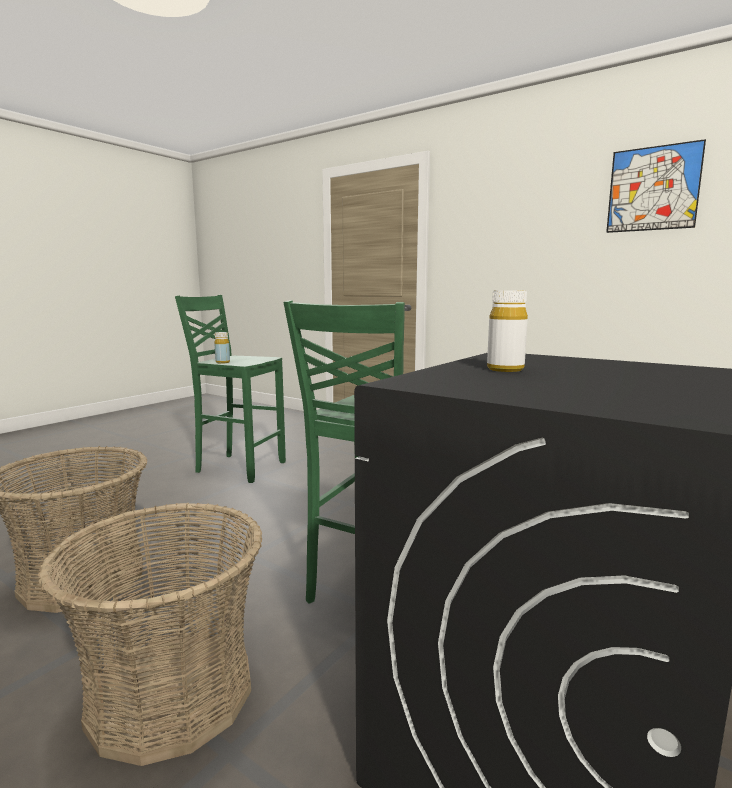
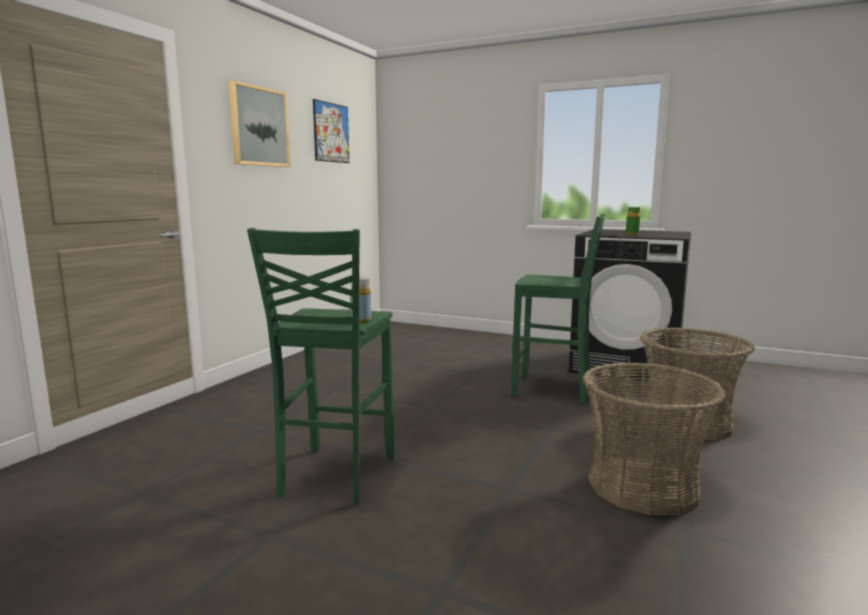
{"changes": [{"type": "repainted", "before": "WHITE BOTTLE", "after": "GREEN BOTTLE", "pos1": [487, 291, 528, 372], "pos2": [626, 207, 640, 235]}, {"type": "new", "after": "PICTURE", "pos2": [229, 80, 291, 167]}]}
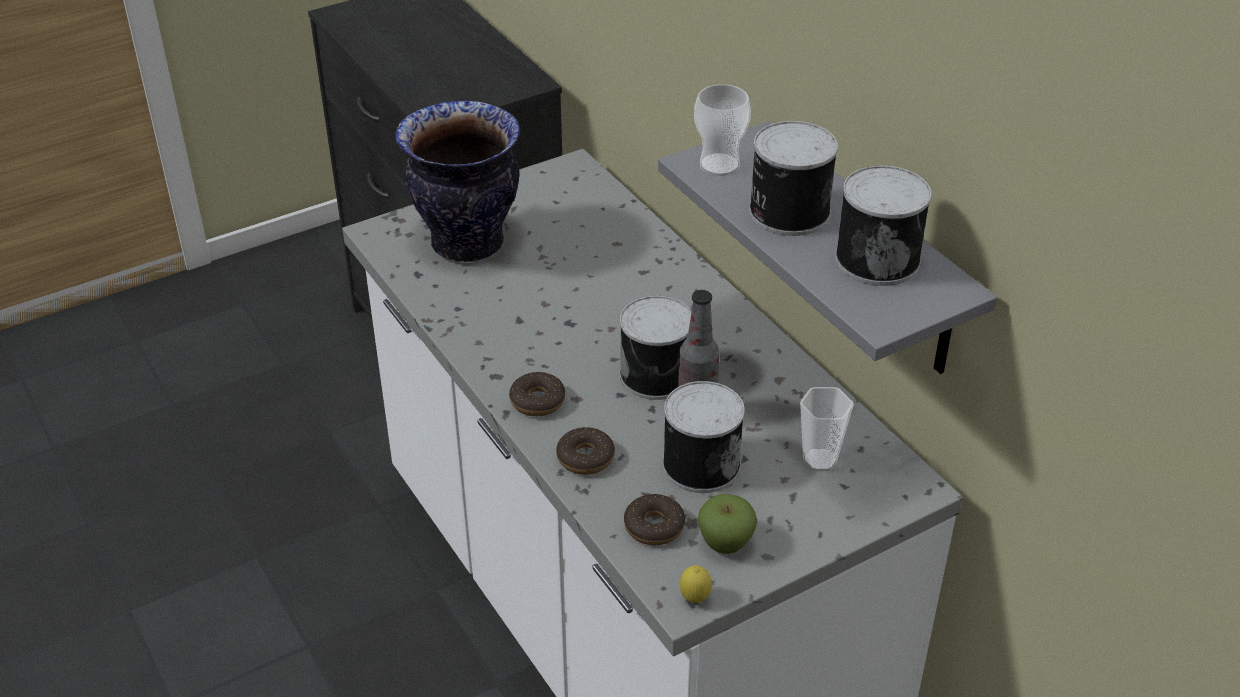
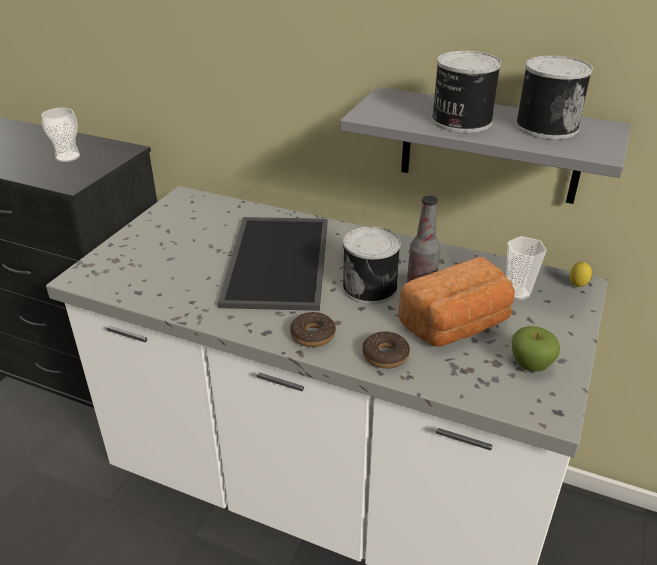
{"changes": [{"type": "gone", "before": "VASE", "pos1": [395, 100, 521, 262]}, {"type": "gone", "before": "DONUT", "pos1": [624, 493, 685, 545]}, {"type": "swapped", "before": "CAN", "after": "BREAD", "pos1": [663, 381, 745, 493], "pos2": [398, 257, 515, 347]}, {"type": "shifted", "before": "LEMON", "pos1": [680, 565, 712, 603], "pos2": [570, 262, 592, 287]}, {"type": "shifted", "before": "CUP", "pos1": [694, 84, 751, 176], "pos2": [42, 108, 80, 162]}, {"type": "new", "after": "TRAY", "pos2": [218, 217, 328, 311]}]}
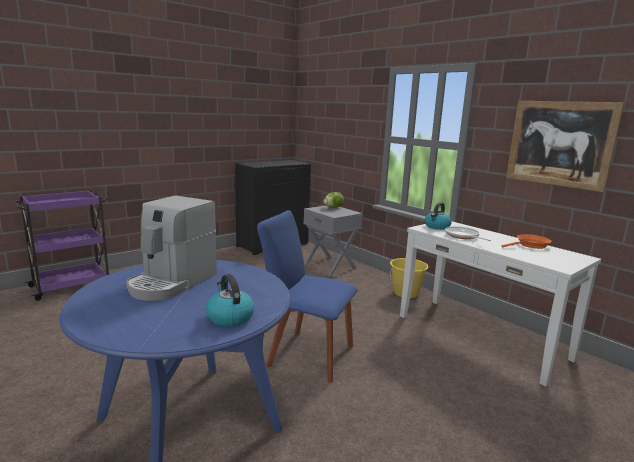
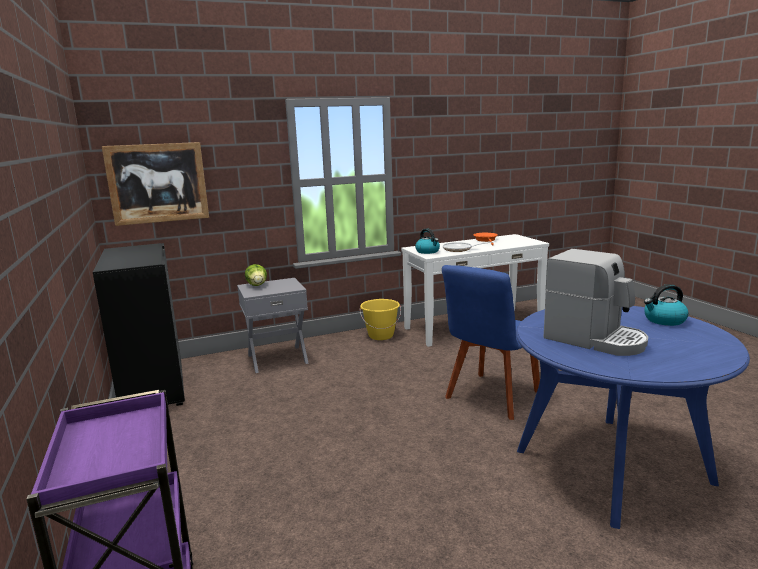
{"changes": [{"type": "shifted", "before": "PICTURE", "pos1": [506, 101, 625, 192], "pos2": [102, 142, 209, 226]}]}
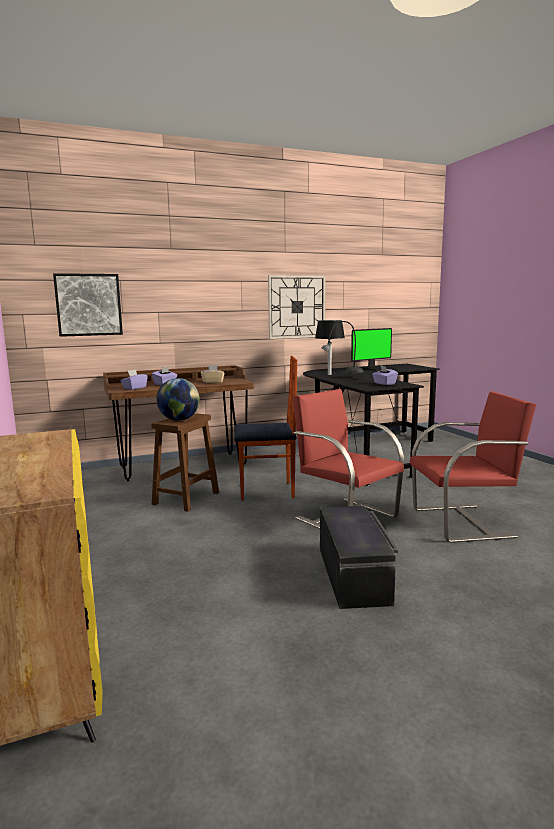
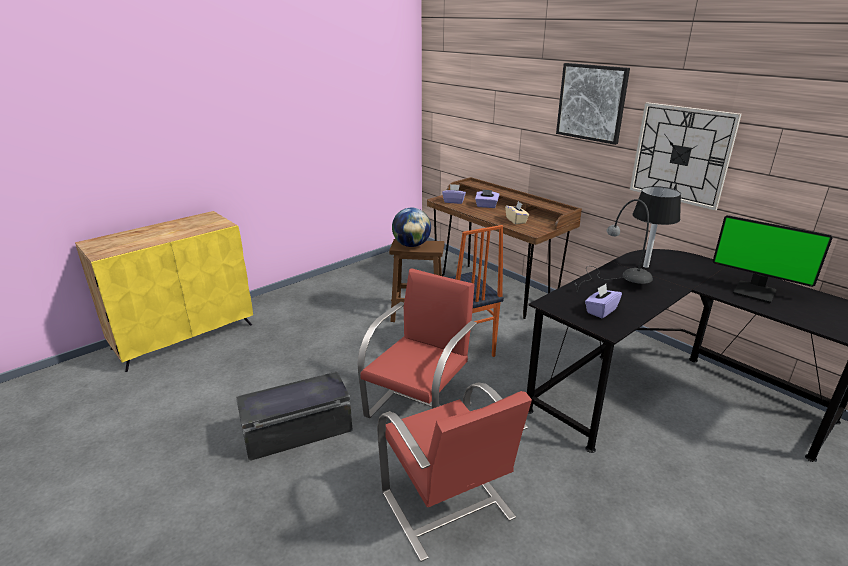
{"changes": [{"type": "shifted", "before": "PICTURE", "pos1": [53, 273, 123, 337], "pos2": [556, 63, 630, 145]}]}
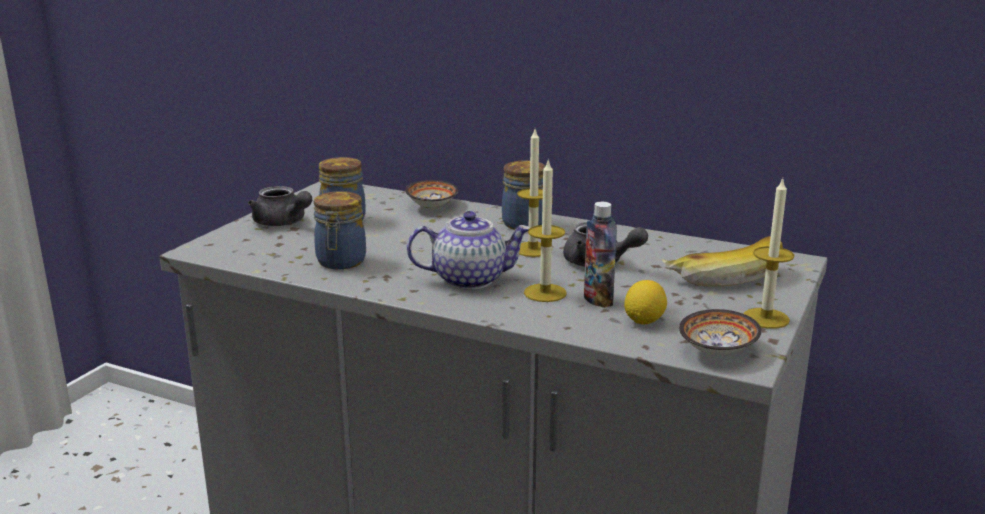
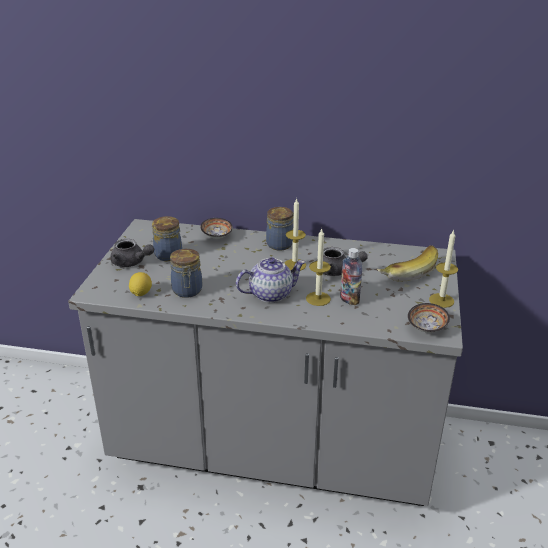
{"changes": [{"type": "shifted", "before": "LEMON", "pos1": [624, 280, 667, 324], "pos2": [129, 272, 152, 296]}]}
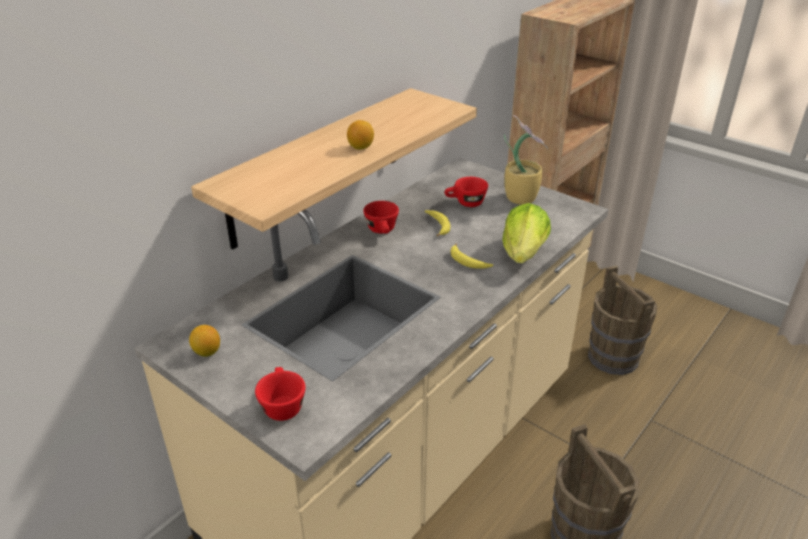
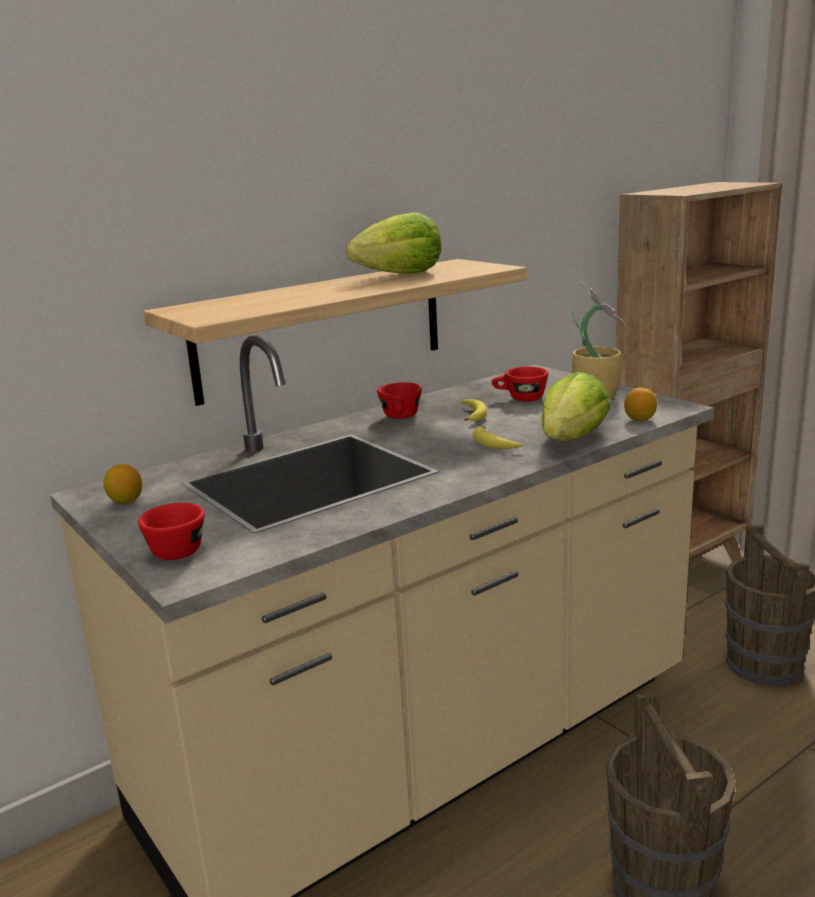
{"changes": [{"type": "shifted", "before": "LEMON", "pos1": [347, 120, 374, 150], "pos2": [624, 388, 657, 421]}, {"type": "new", "after": "LETTUCE", "pos2": [346, 212, 441, 274]}]}
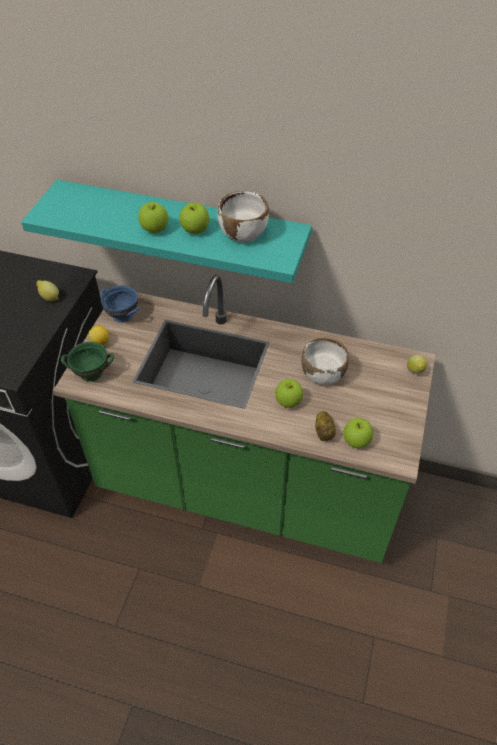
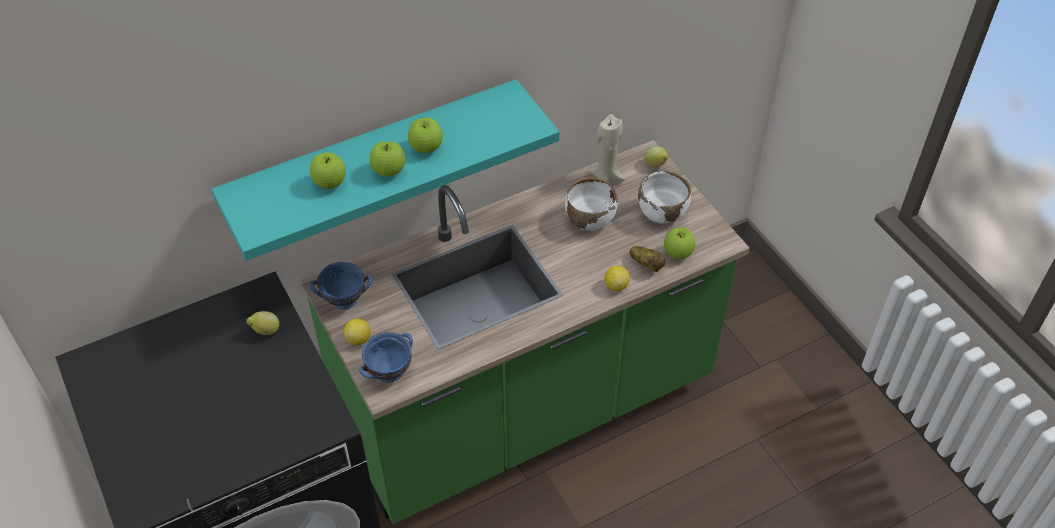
{"changes": [{"type": "repainted", "before": "GREEN BOWL", "after": "BLUE BOWL", "pos1": [61, 342, 114, 382], "pos2": [359, 332, 413, 383]}, {"type": "shifted", "before": "WHITE BOWL", "pos1": [218, 191, 269, 243], "pos2": [638, 171, 691, 224]}, {"type": "shifted", "before": "APPLE", "pos1": [275, 379, 303, 408], "pos2": [310, 152, 346, 189]}, {"type": "new", "after": "BEIGE CANDLE", "pos2": [588, 114, 625, 183]}, {"type": "new", "after": "LEMON", "pos2": [604, 265, 630, 291]}]}
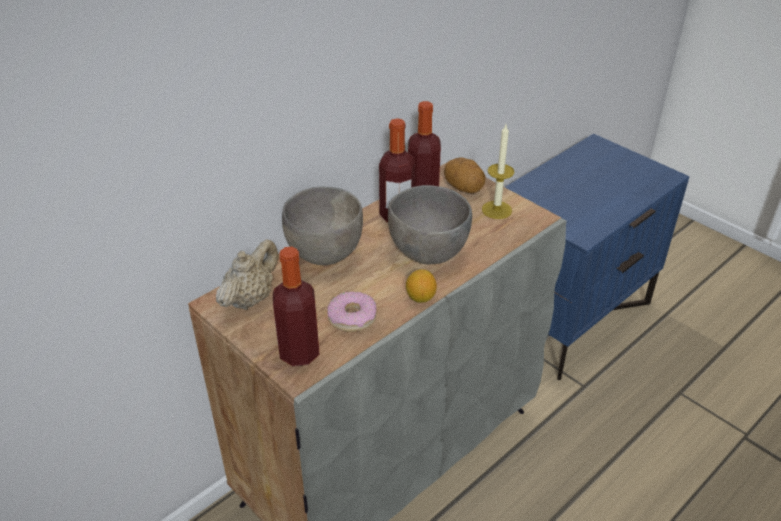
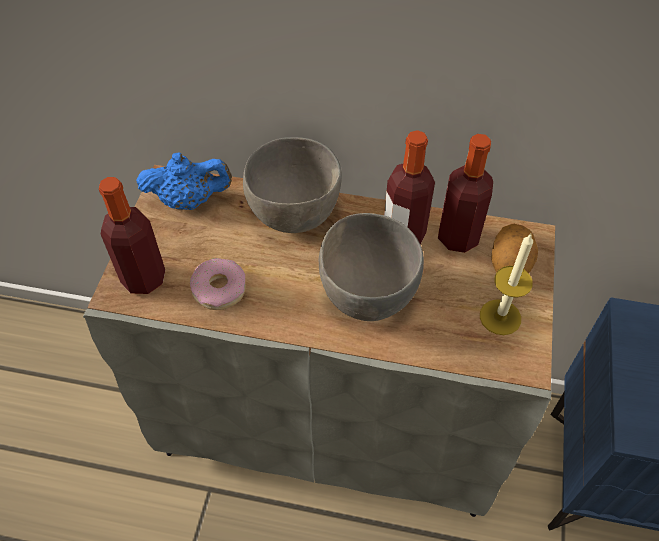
{"changes": [{"type": "repainted", "before": "BEIGE TEAPOT", "after": "BLUE TEAPOT", "pos1": [216, 239, 278, 310], "pos2": [136, 152, 232, 210]}, {"type": "gone", "before": "LEMON", "pos1": [406, 269, 437, 303]}]}
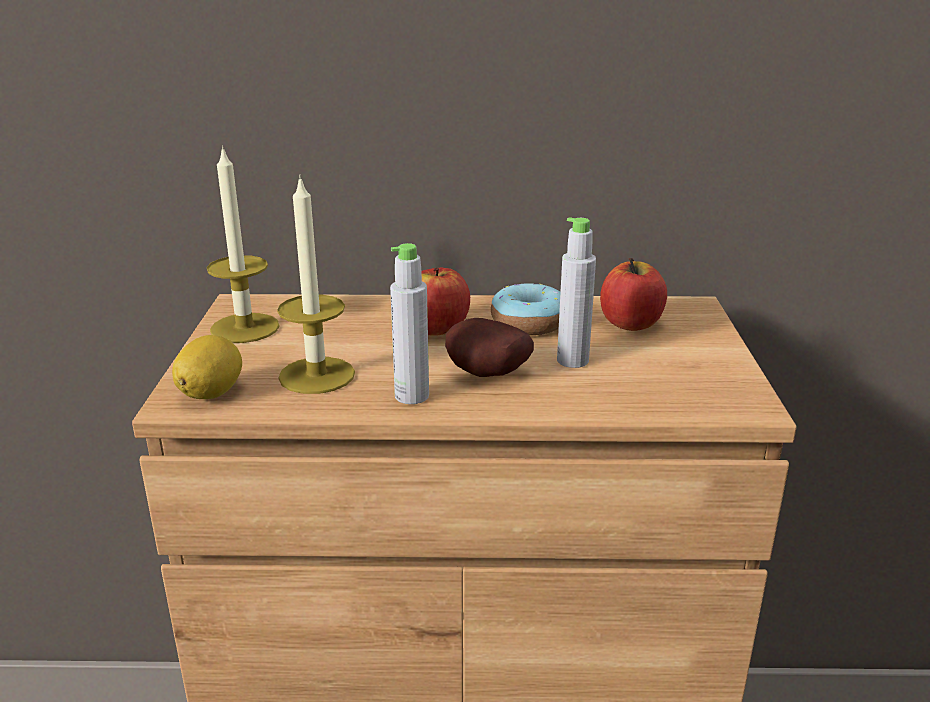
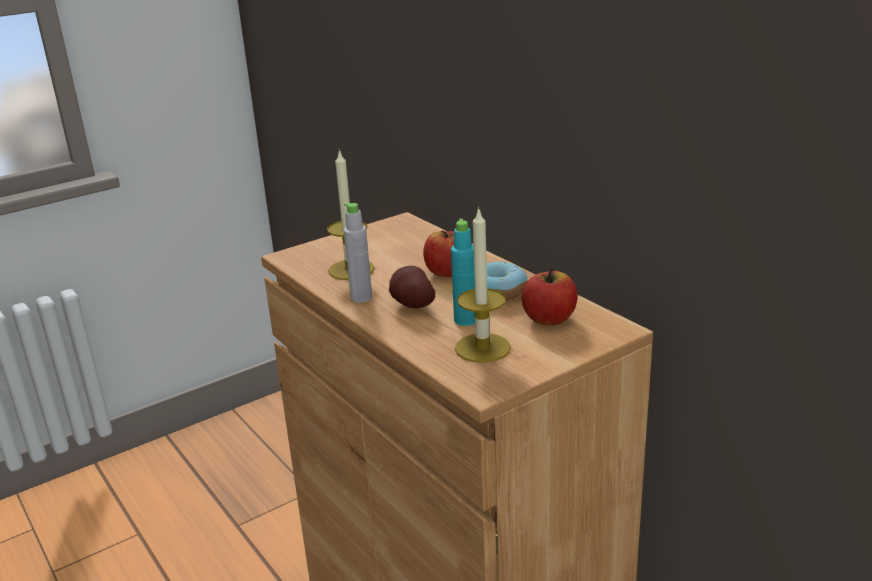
{"changes": [{"type": "gone", "before": "LEMON", "pos1": [172, 335, 242, 399]}, {"type": "shifted", "before": "CANDLE", "pos1": [207, 145, 280, 343], "pos2": [455, 207, 511, 363]}, {"type": "repainted", "before": "GREY BOTTLE", "after": "TURQUOISE BOTTLE", "pos1": [557, 217, 596, 368], "pos2": [451, 219, 475, 326]}]}
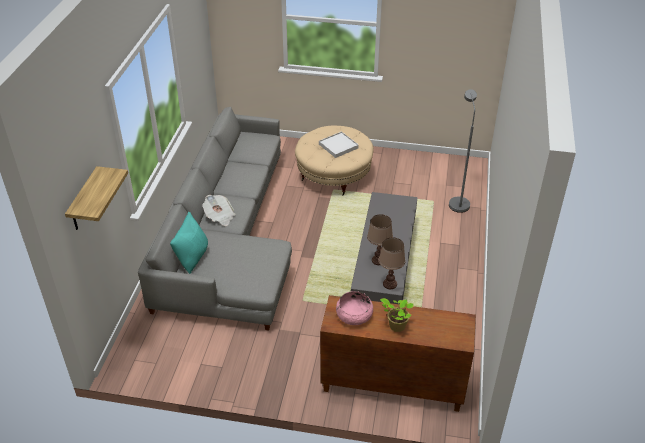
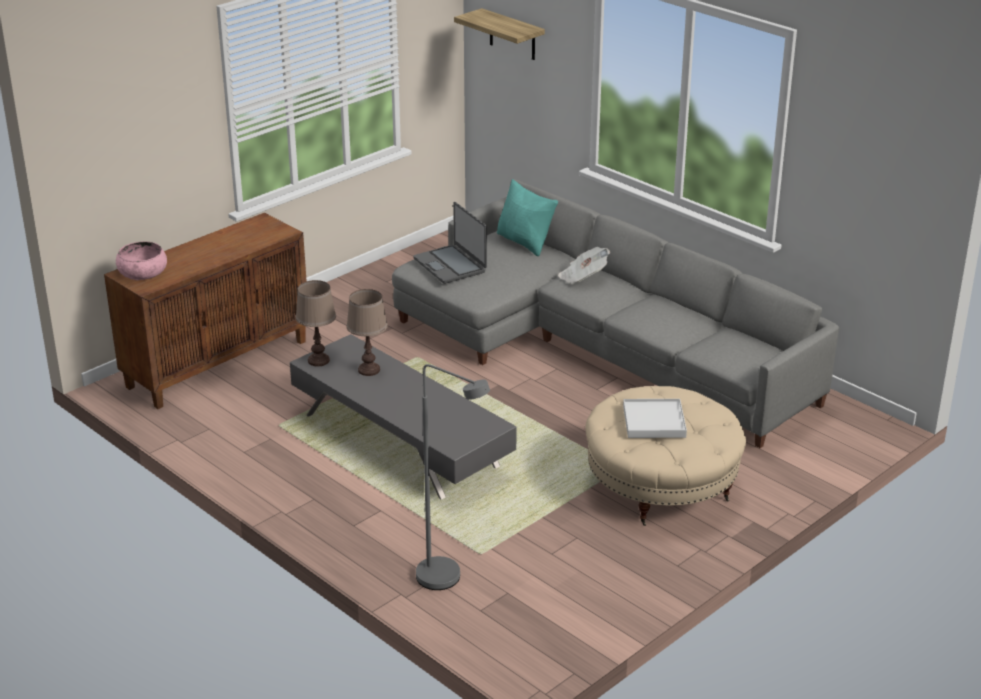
{"changes": [{"type": "shifted", "before": "PINK BOWL", "pos1": [336, 291, 373, 325], "pos2": [116, 241, 167, 280]}, {"type": "gone", "before": "POTTED PLANT", "pos1": [380, 298, 413, 332]}, {"type": "new", "after": "LAPTOP", "pos2": [413, 202, 487, 284]}]}
